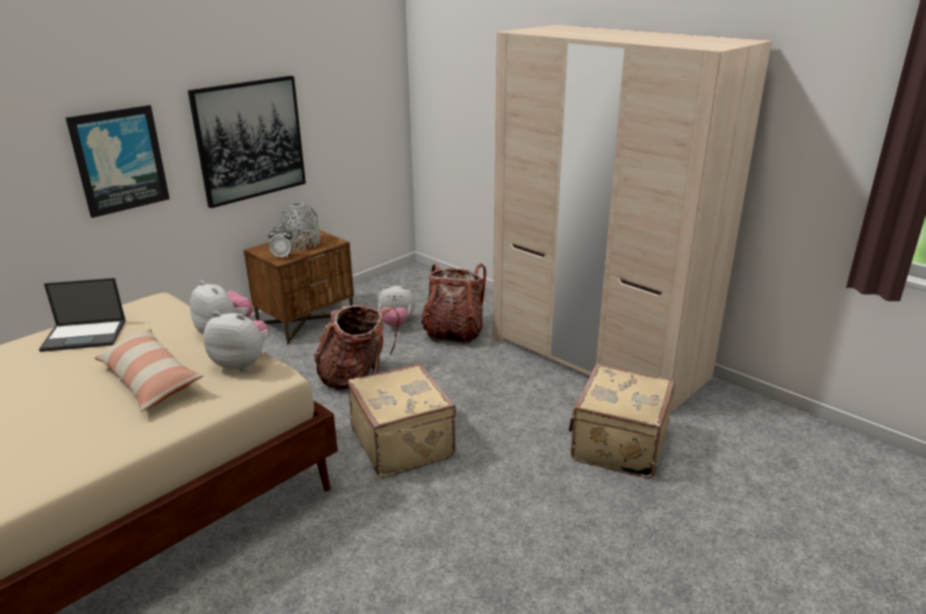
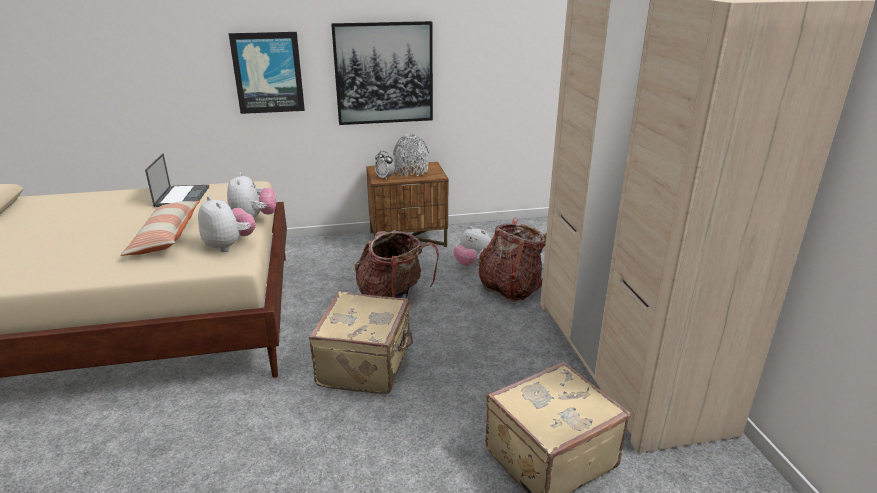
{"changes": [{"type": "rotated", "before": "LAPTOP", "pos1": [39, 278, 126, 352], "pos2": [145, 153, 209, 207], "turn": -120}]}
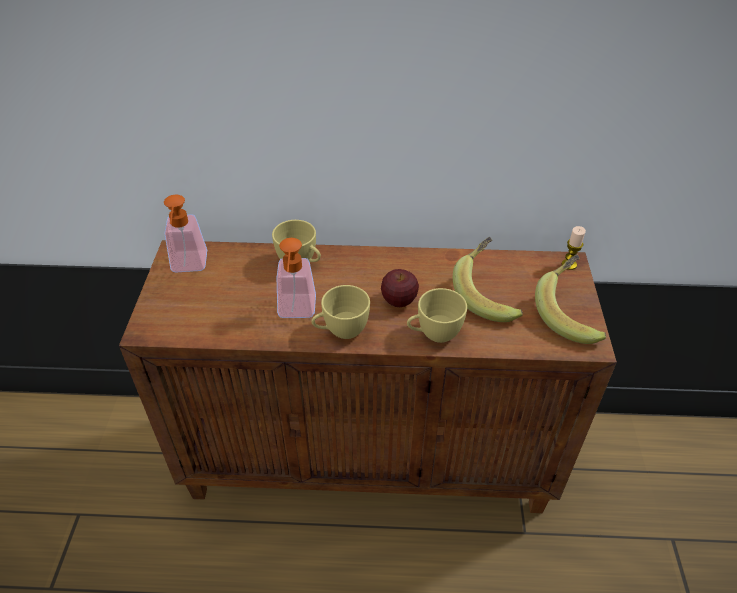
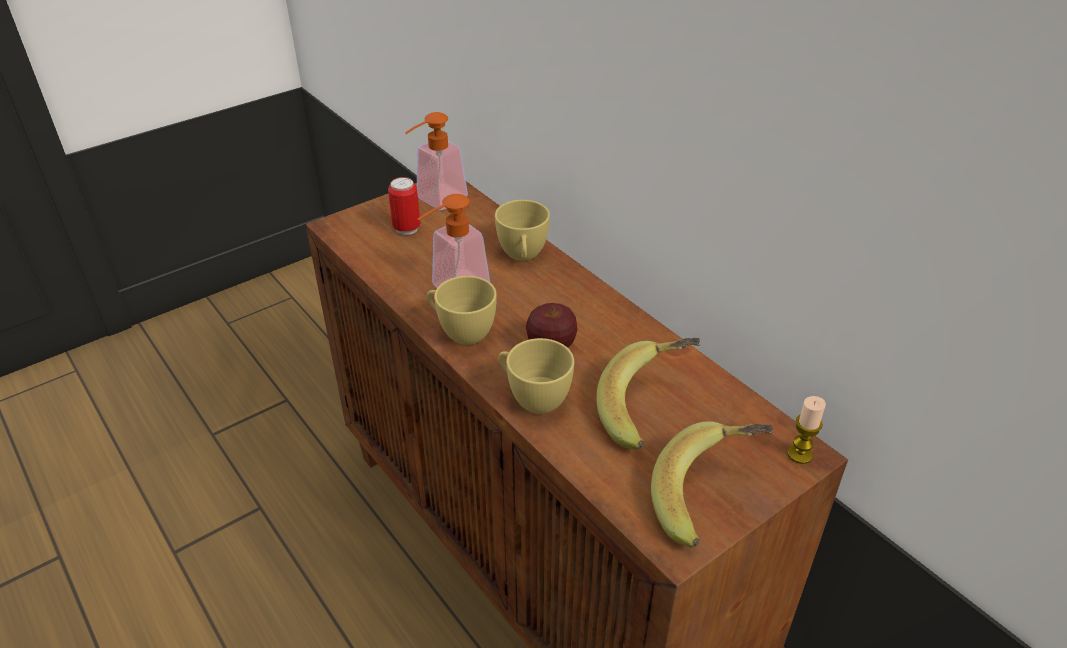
{"changes": [{"type": "new", "after": "CAN", "pos2": [388, 177, 421, 235]}]}
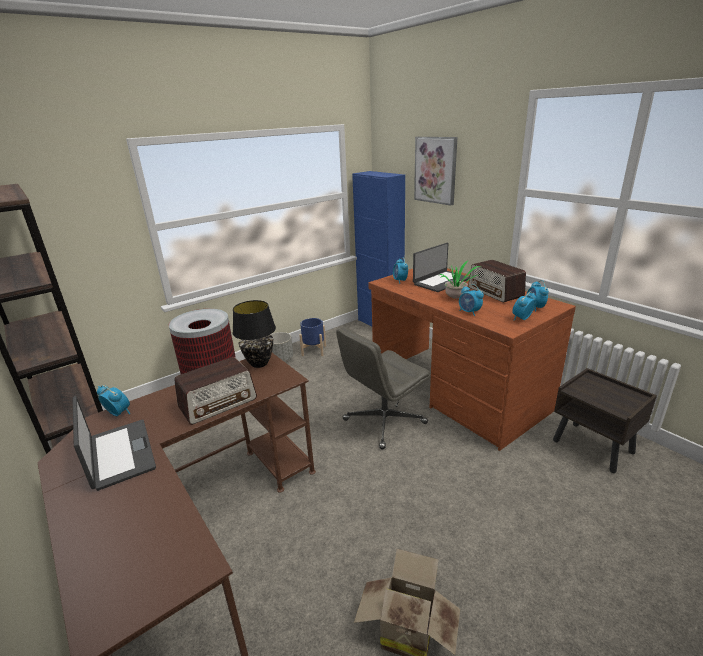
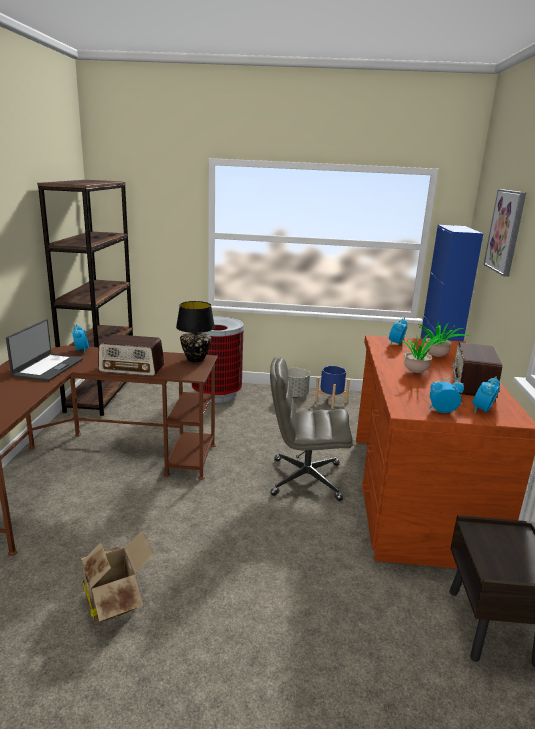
{"changes": [{"type": "swapped", "before": "LAPTOP", "after": "POTTED PLANT", "pos1": [413, 243, 469, 292], "pos2": [417, 320, 470, 357]}, {"type": "gone", "before": "ALARM CLOCK", "pos1": [459, 284, 484, 316]}]}
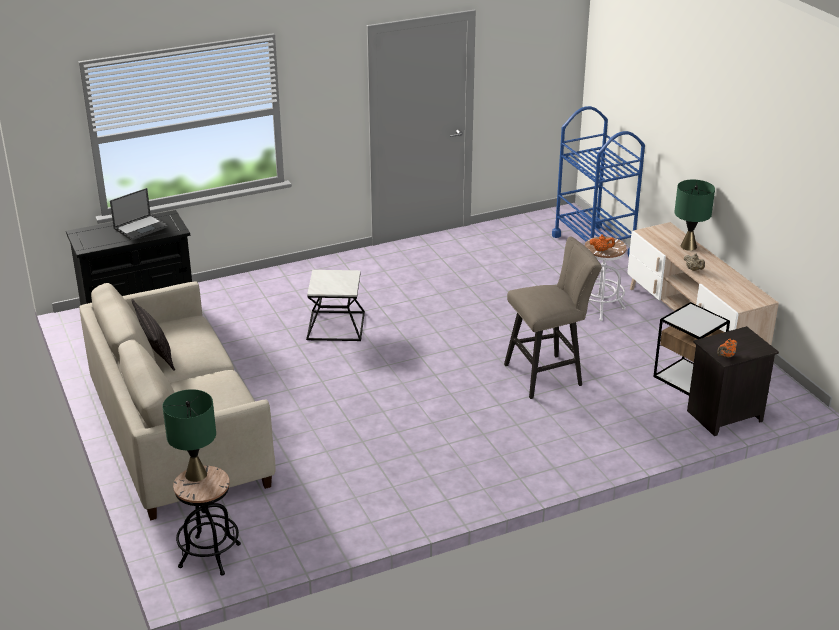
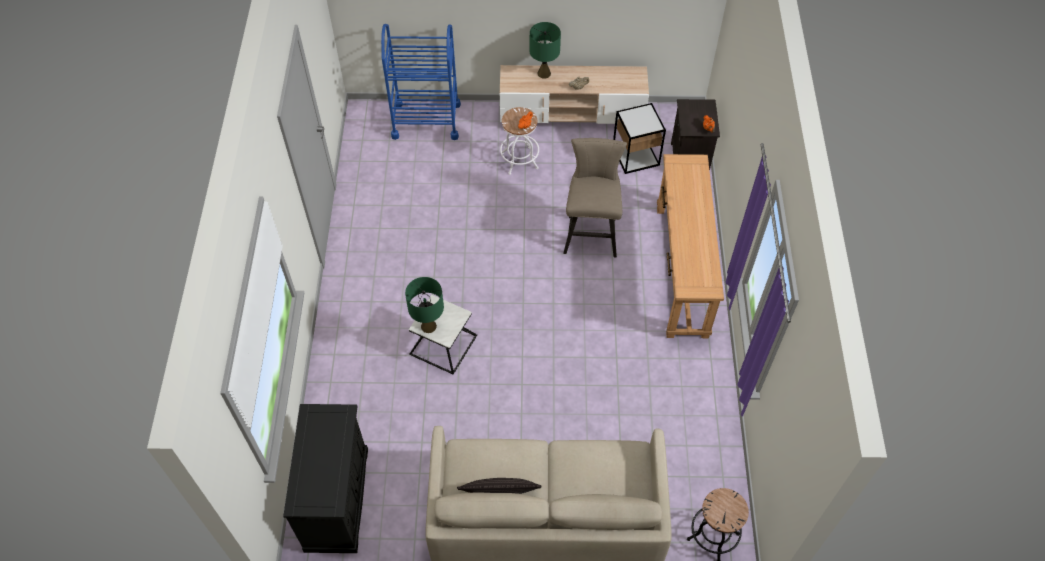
{"changes": [{"type": "gone", "before": "LAPTOP", "pos1": [110, 188, 168, 241]}, {"type": "shifted", "before": "GREEN TABLE LAMP", "pos1": [163, 389, 216, 482], "pos2": [405, 277, 444, 333]}, {"type": "new", "after": "BROWN CONSOLE TABLE", "pos2": [657, 154, 724, 338]}]}
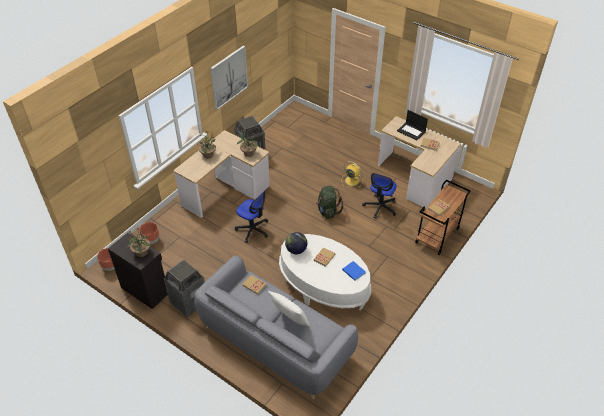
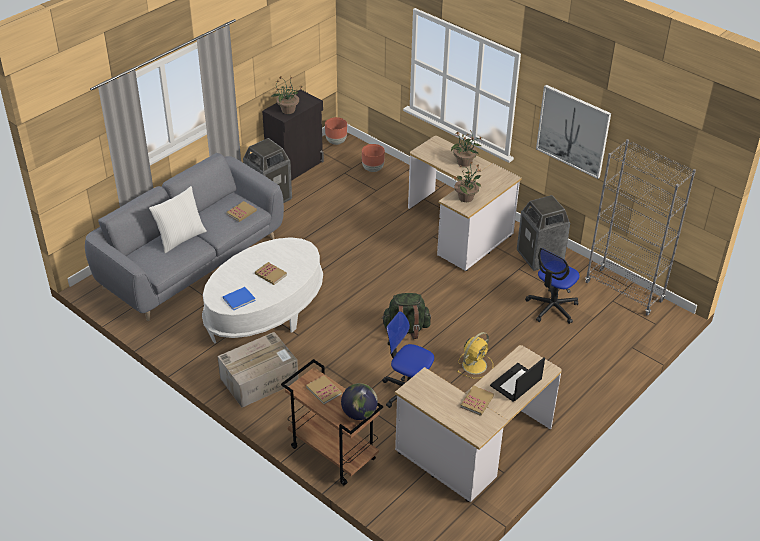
{"changes": [{"type": "shifted", "before": "OFFICE CHAIR", "pos1": [235, 190, 268, 243], "pos2": [525, 248, 580, 324]}, {"type": "shifted", "before": "GLOBE", "pos1": [285, 232, 307, 254], "pos2": [341, 383, 378, 420]}, {"type": "new", "after": "CARDBOARD BOX", "pos2": [217, 332, 298, 408]}, {"type": "new", "after": "GREY BOOKCASE", "pos2": [585, 139, 696, 316]}]}
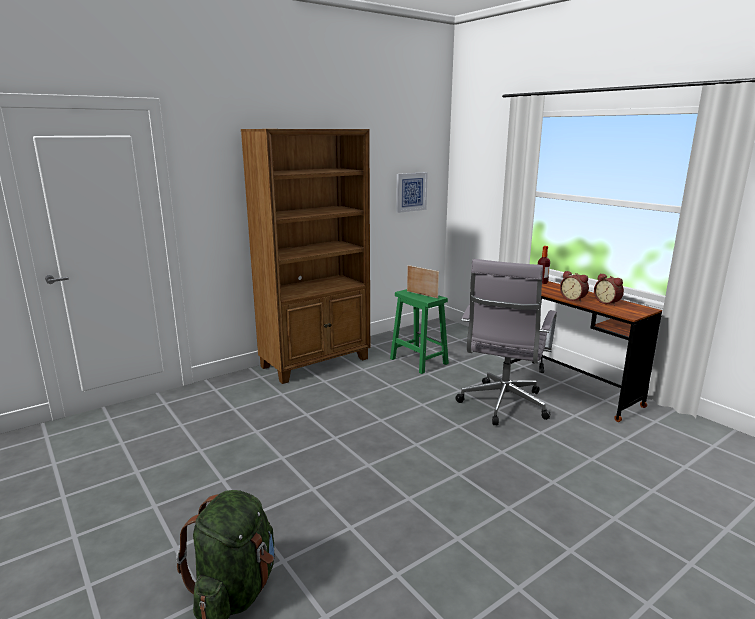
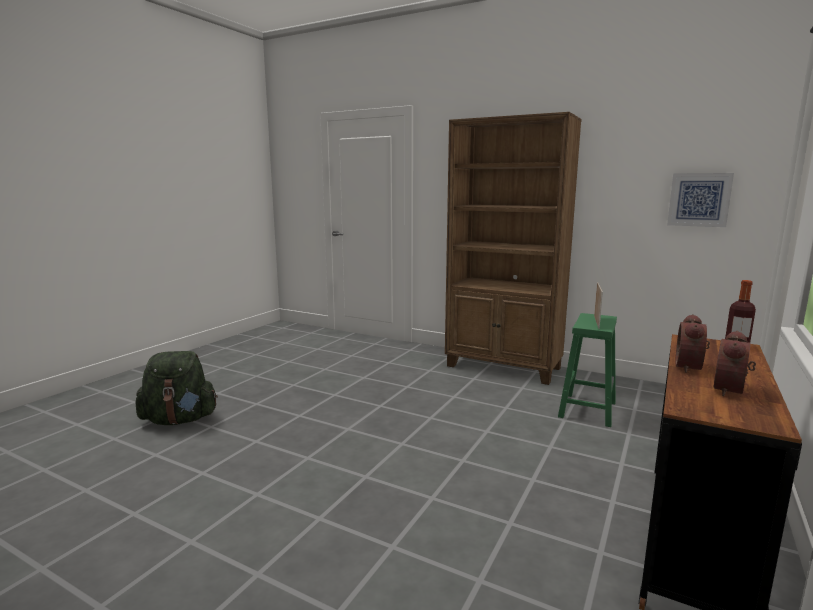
{"changes": [{"type": "gone", "before": "GREY OFFICE CHAIR", "pos1": [455, 259, 557, 425]}]}
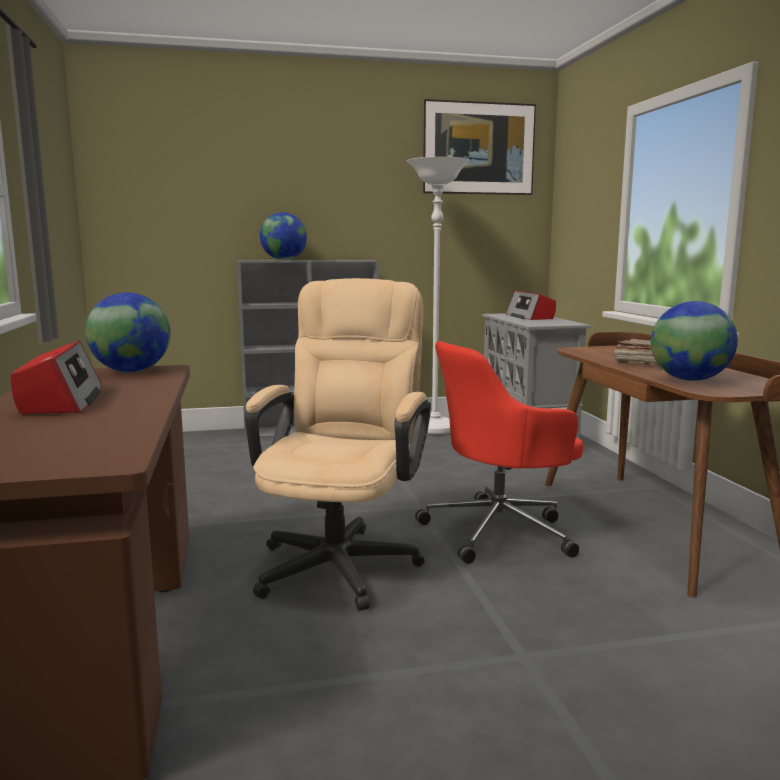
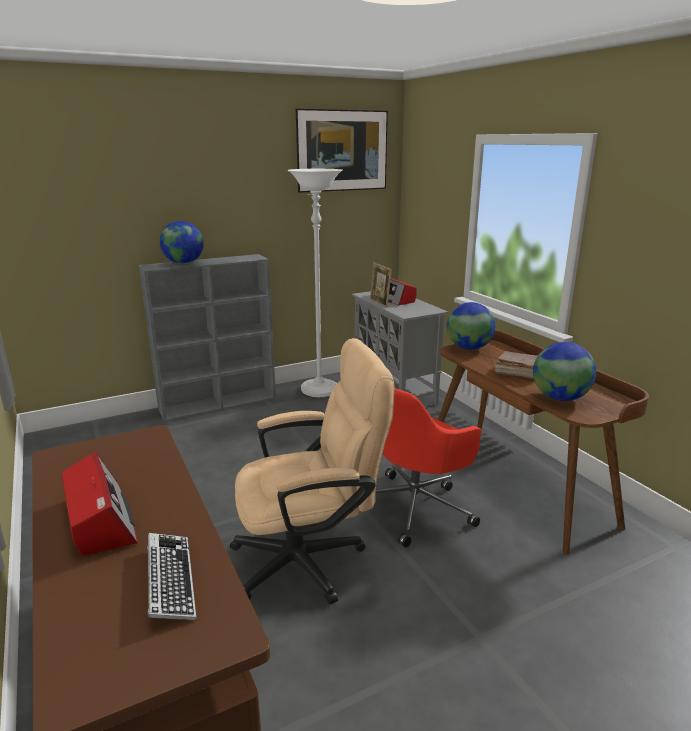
{"changes": [{"type": "shifted", "before": "GLOBE", "pos1": [86, 292, 170, 372], "pos2": [447, 302, 495, 350]}, {"type": "rotated", "before": "BEIGE OFFICE CHAIR", "pos1": [245, 278, 431, 611], "pos2": [230, 338, 395, 605], "turn": 75}, {"type": "new", "after": "KEYBOARD", "pos2": [147, 533, 197, 620]}, {"type": "new", "after": "PICTURE FRAME", "pos2": [370, 263, 392, 307]}]}
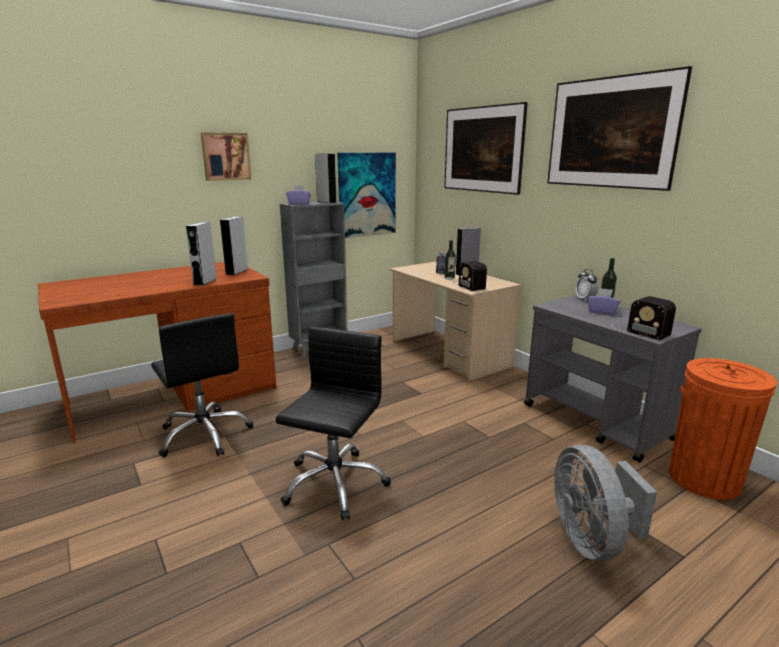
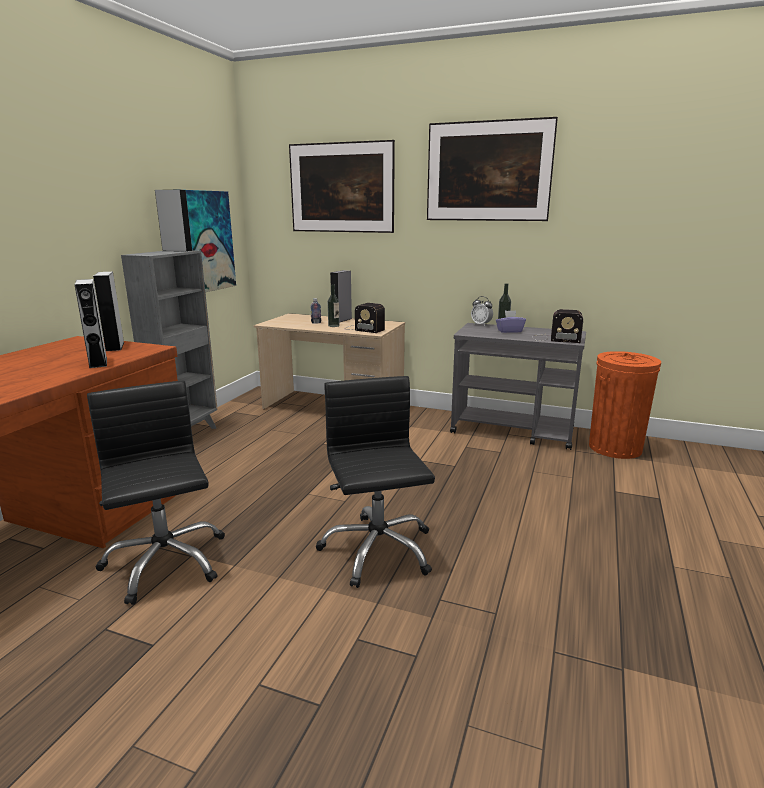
{"changes": [{"type": "rotated", "before": "BLACK OFFICE CHAIR", "pos1": [151, 313, 254, 457], "pos2": [87, 381, 225, 605], "turn": -135}, {"type": "gone", "before": "PICTURE", "pos1": [201, 132, 251, 181]}, {"type": "gone", "before": "PURPLE TISSUE BOX", "pos1": [286, 186, 311, 205]}, {"type": "gone", "before": "GREY FAN", "pos1": [554, 445, 657, 561]}]}
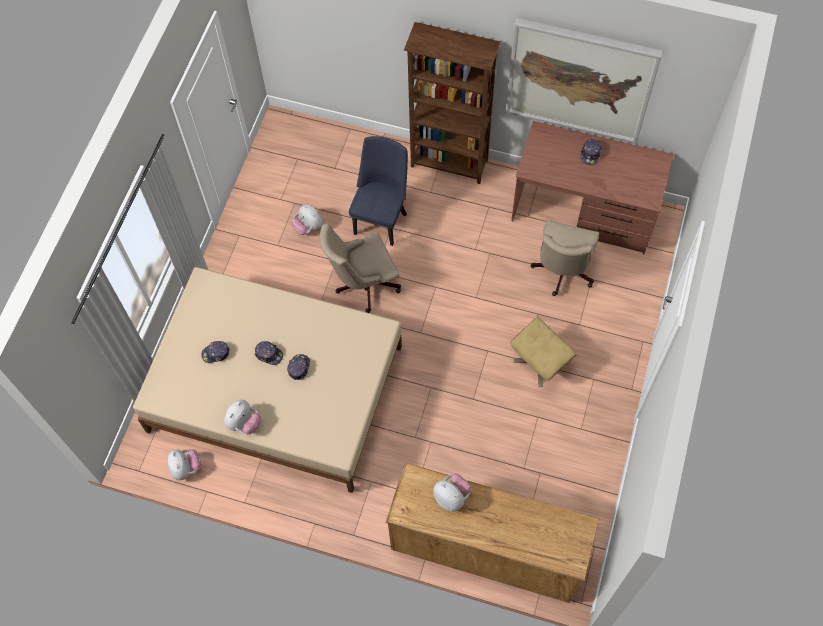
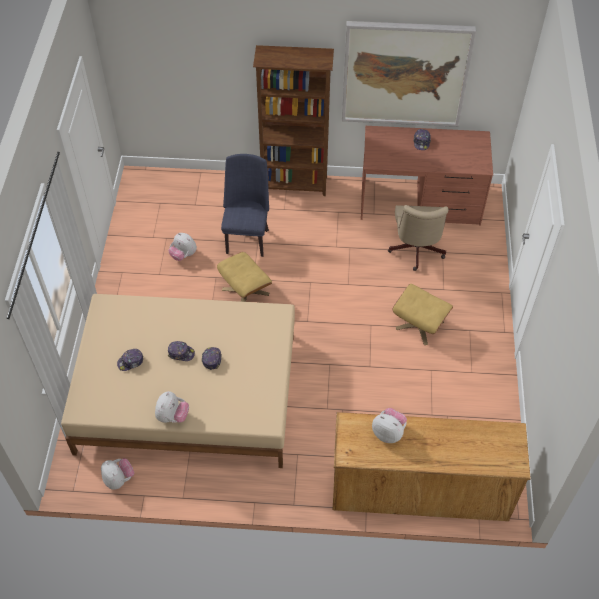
{"changes": [{"type": "swapped", "before": "BEIGE OFFICE CHAIR", "after": "BEIGE OTTOMAN", "pos1": [320, 223, 401, 313], "pos2": [217, 252, 272, 302]}]}
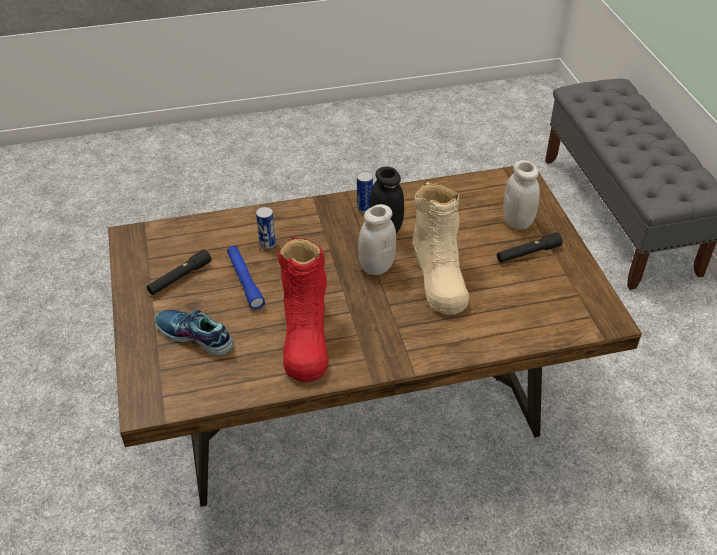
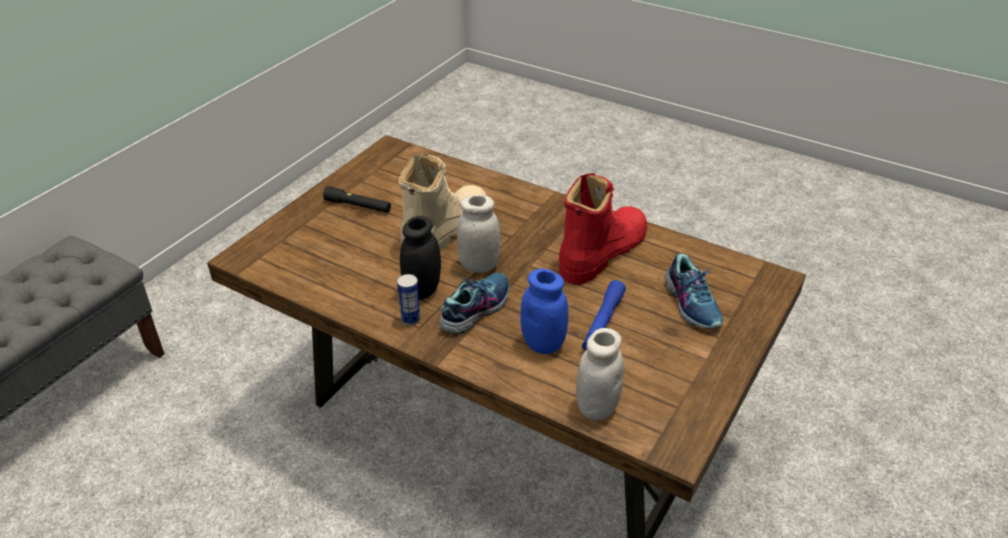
{"changes": [{"type": "gone", "before": "BLACK FLASHLIGHT", "pos1": [147, 249, 211, 295]}, {"type": "swapped", "before": "CAN", "after": "BLUE JAR", "pos1": [256, 207, 276, 249], "pos2": [521, 269, 568, 354]}, {"type": "shifted", "before": "WHITE JAR", "pos1": [503, 160, 540, 230], "pos2": [576, 328, 624, 420]}, {"type": "new", "after": "SHOE", "pos2": [440, 272, 509, 335]}]}
